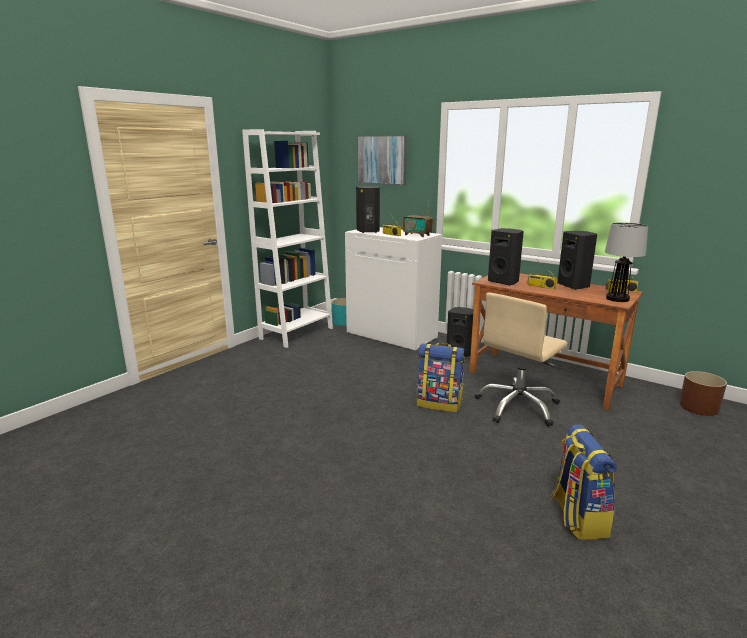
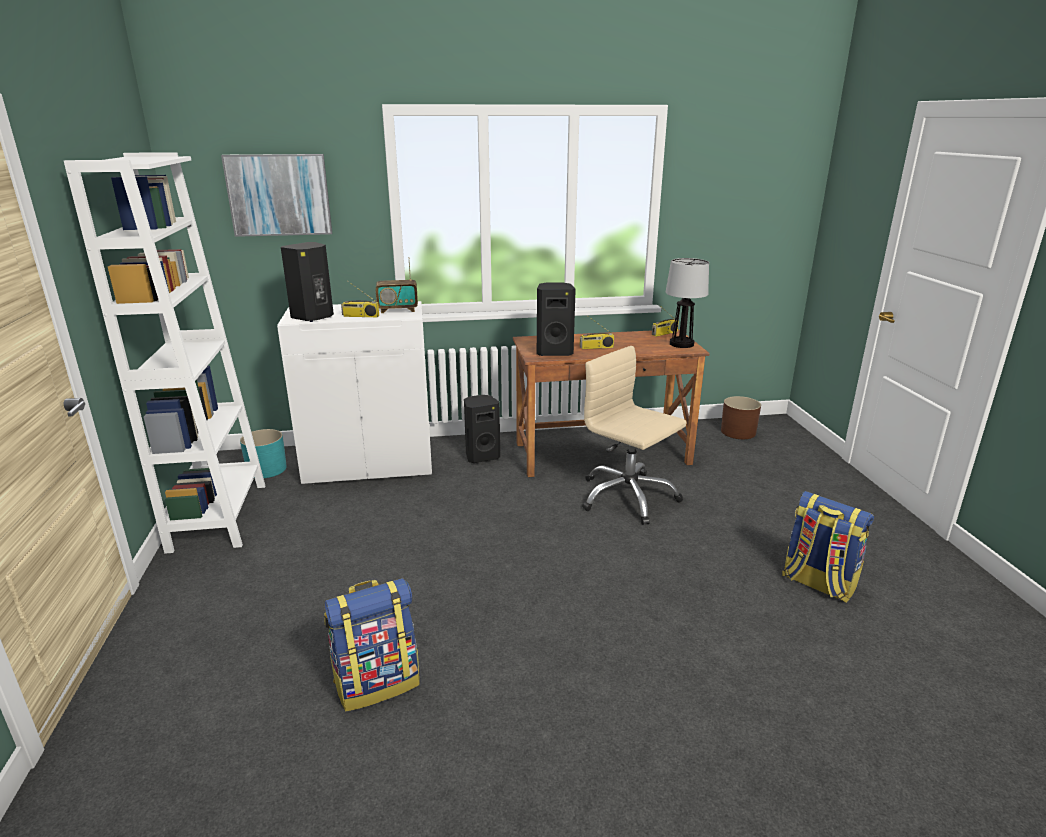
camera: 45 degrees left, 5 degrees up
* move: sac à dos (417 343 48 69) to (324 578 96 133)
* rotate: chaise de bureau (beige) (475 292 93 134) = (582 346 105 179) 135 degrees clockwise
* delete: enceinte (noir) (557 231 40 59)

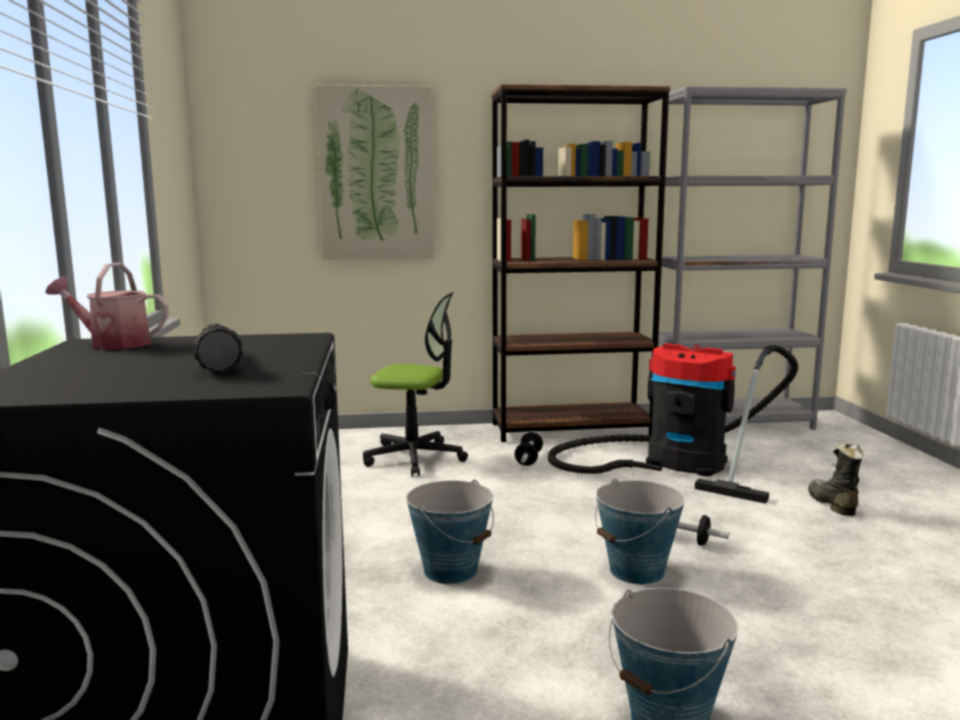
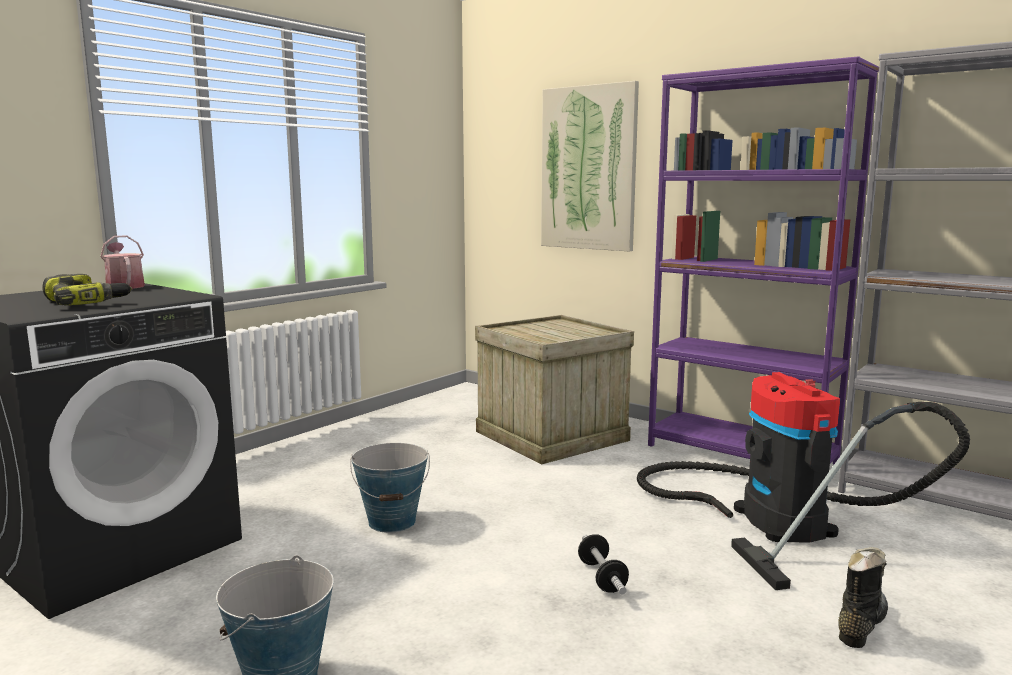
camera: 45 degrees right, 0 degrees up
* replace: lampe de poche (193 324 50 49) to perceuse (42 274 90 31)
* replace: chaise de bureau (363 292 105 184) to caisse (475 315 159 150)
* recolor: bibliothèque (marron) (491 84 179 358) to bibliothèque (violet) (648 56 231 408)
* delete: haltère (515 432 28 34)
* delete: seau (595 478 90 107)

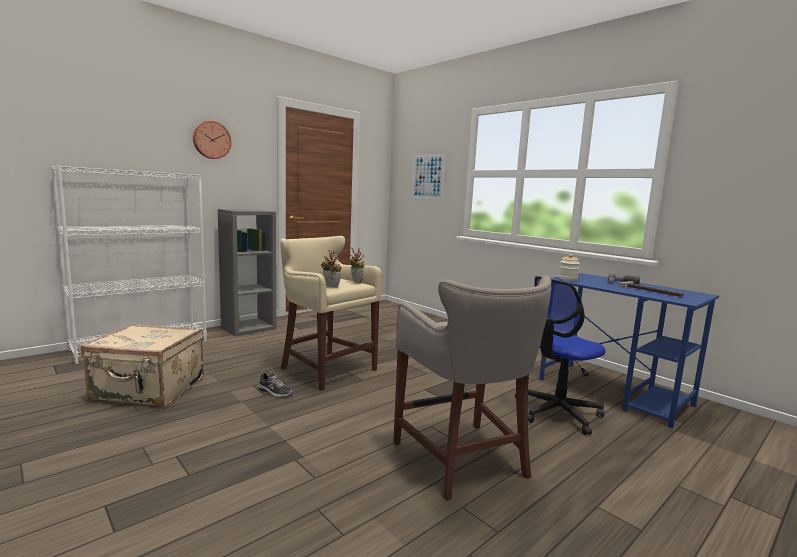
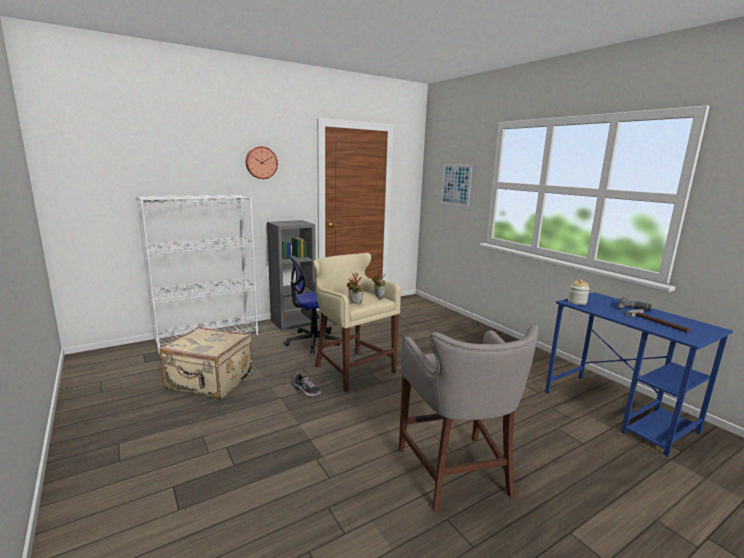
camera: 10 degrees right, 5 degrees up
* move: chaise de bureau (515 276 90 159) to (284 255 56 99)

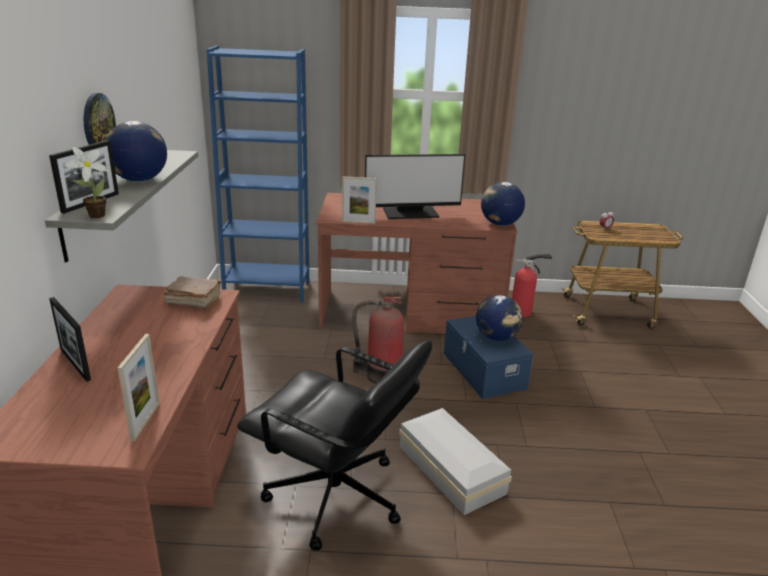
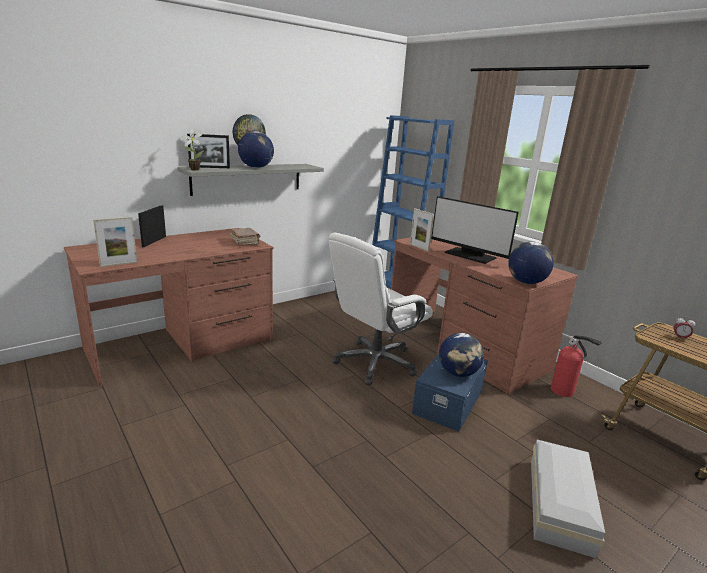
camera: 50 degrees right, 5 degrees down
* delete: chaise de bureau (noir) (237 340 195 211)
* replace: extincteur (352 297 52 87) to chaise de bureau (blanc) (329 232 104 153)
* move: boîte de rangement (blanc) (399 408 113 107) to (531 440 74 118)

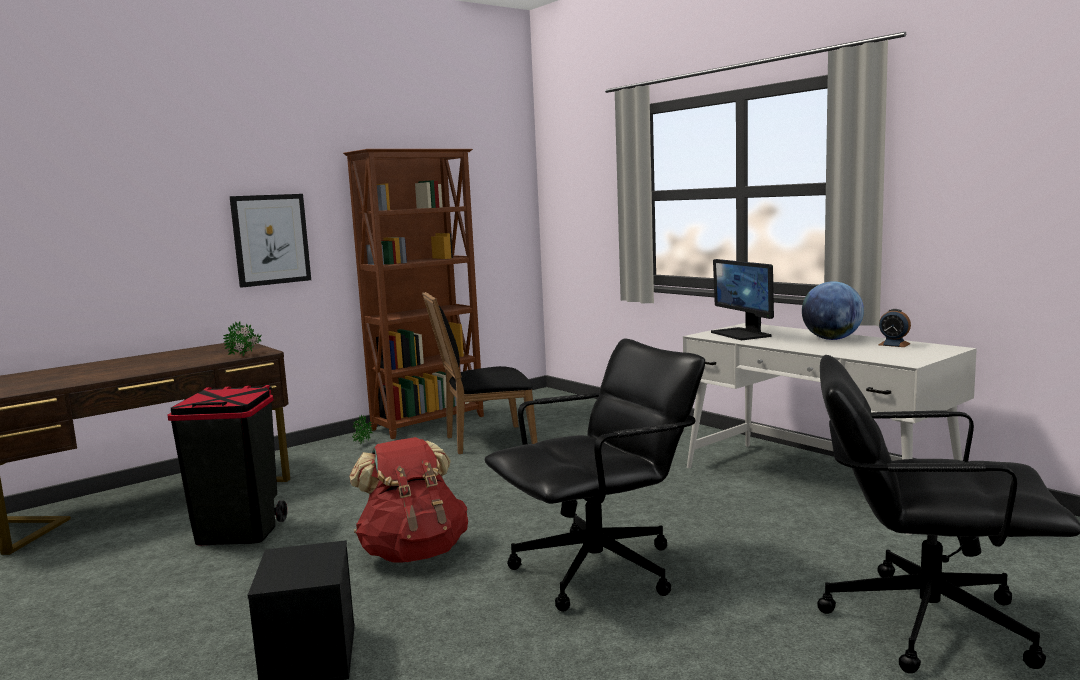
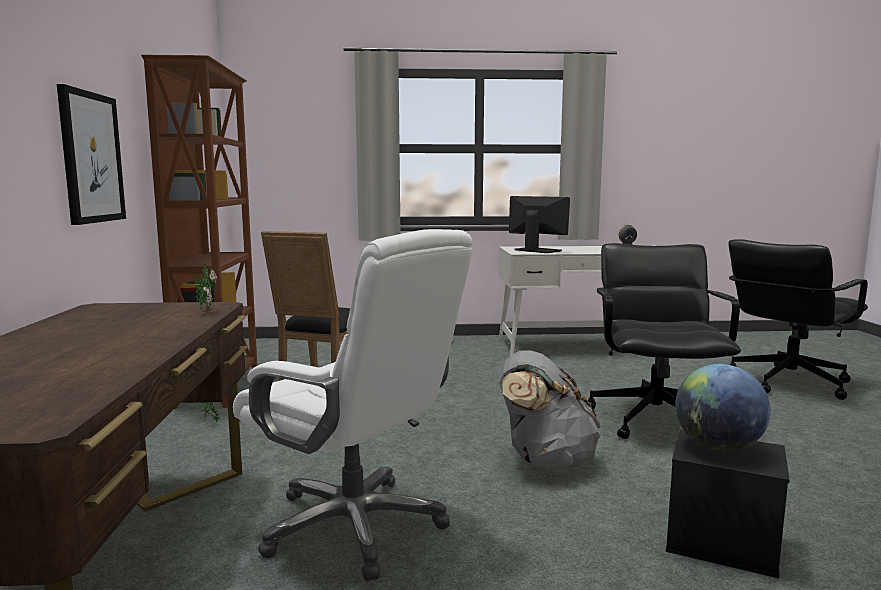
camera: 55 degrees left, 0 degrees up
* replace: poubelle (noir) (168 385 119 160) to chaise de bureau (blanc) (233 229 240 352)
* recolor: sac à dos (rouge) (349 437 119 125) to sac à dos (gris) (498 350 103 120)
* rotate: écran d'ordinateur (711 259 63 81) = (509 196 61 57) 150 degrees counterclockwise
* move: globe (802 281 62 59) to (675 364 96 88)

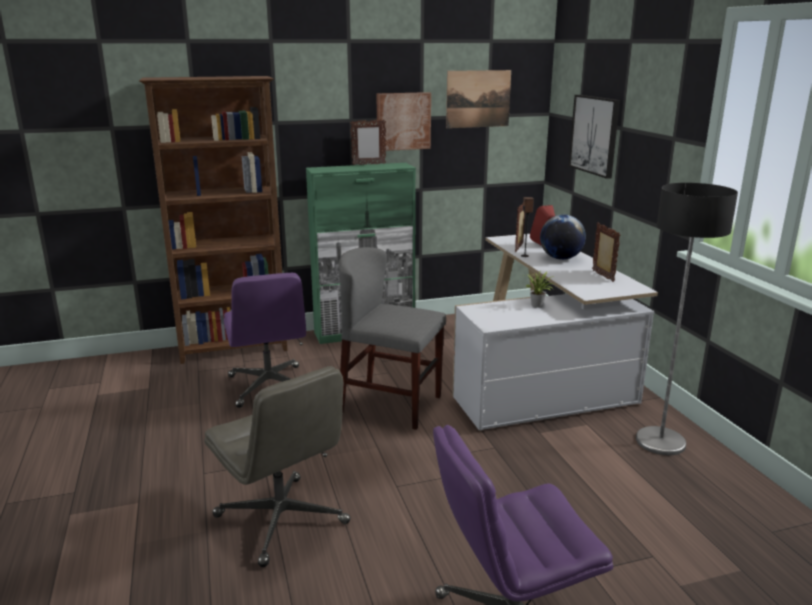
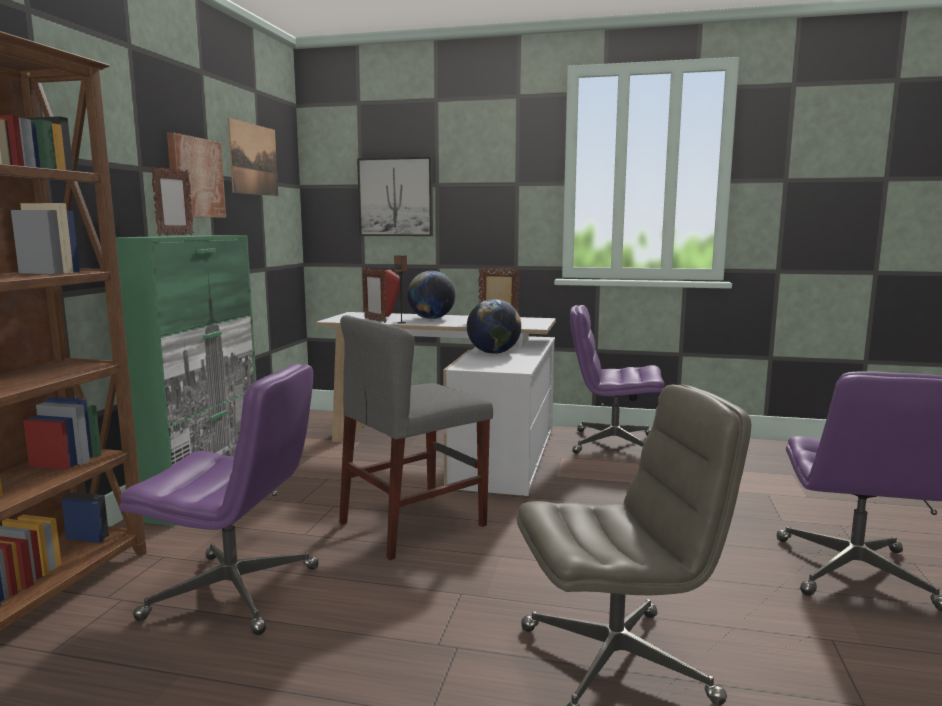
camera: 60 degrees left, 10 degrees down
* replace: plante en pot (525 271 29 37) to globe (467 299 54 55)
* replace: lampadaire (636 183 102 272) to chaise de bureau (violet) (570 305 94 149)

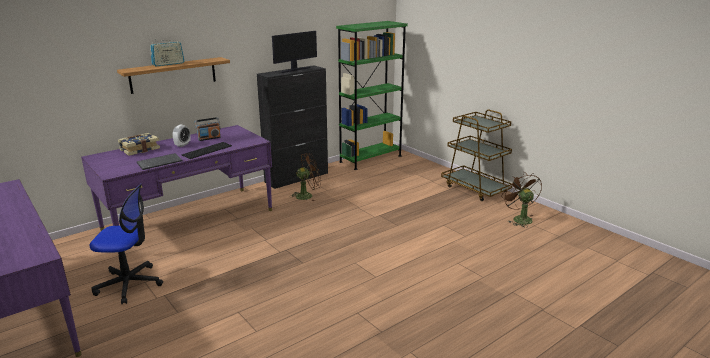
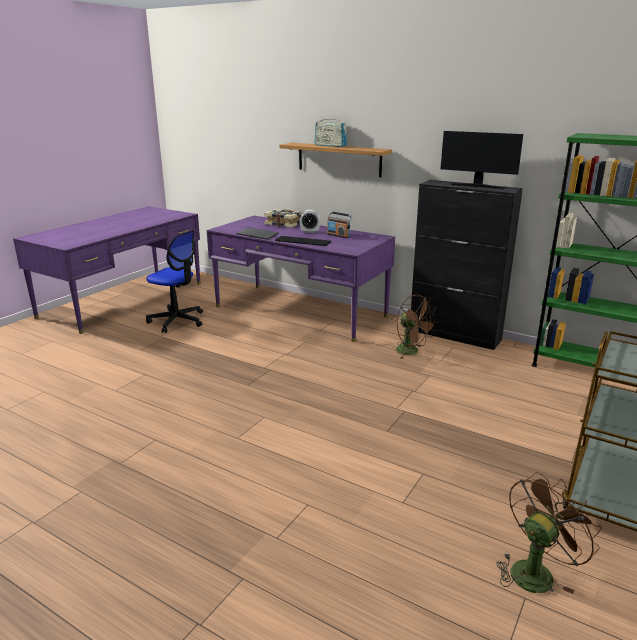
camera: 70 degrees right, 0 degrees up
* rotate: chaise de bureau (90 184 73 120) = (146 230 57 103) 45 degrees counterclockwise

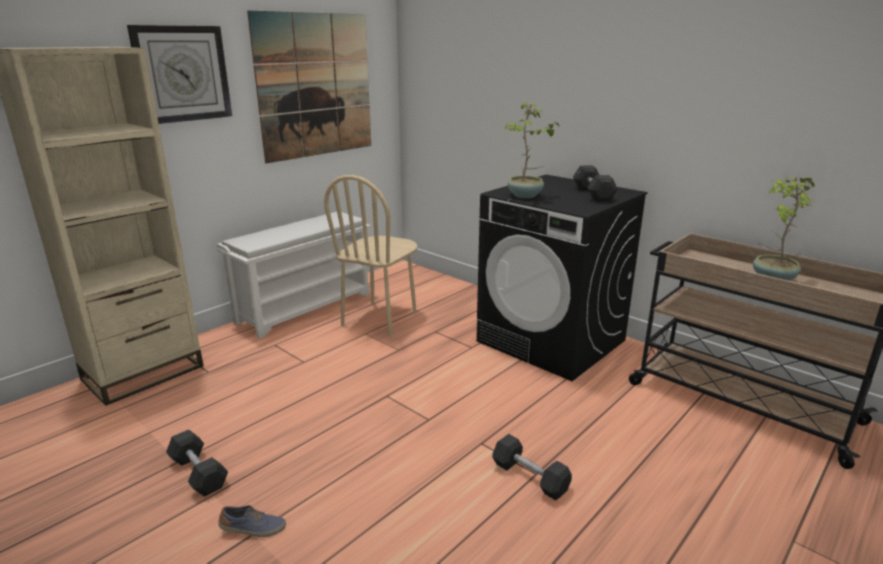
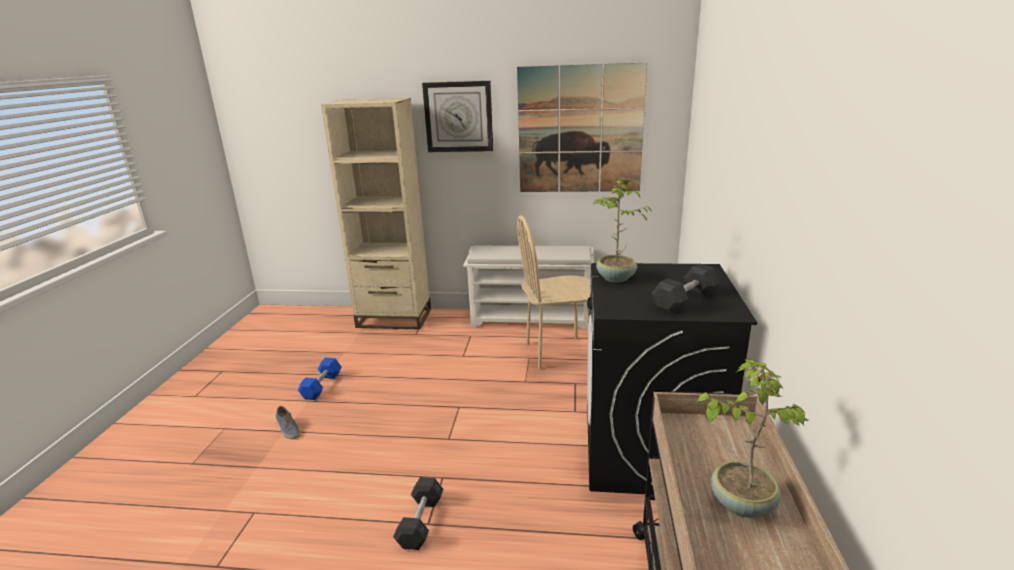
camera: 55 degrees right, 0 degrees up
* recolor: haltère (gris) (166 430 62 67) to haltère (bleu) (298 357 43 43)

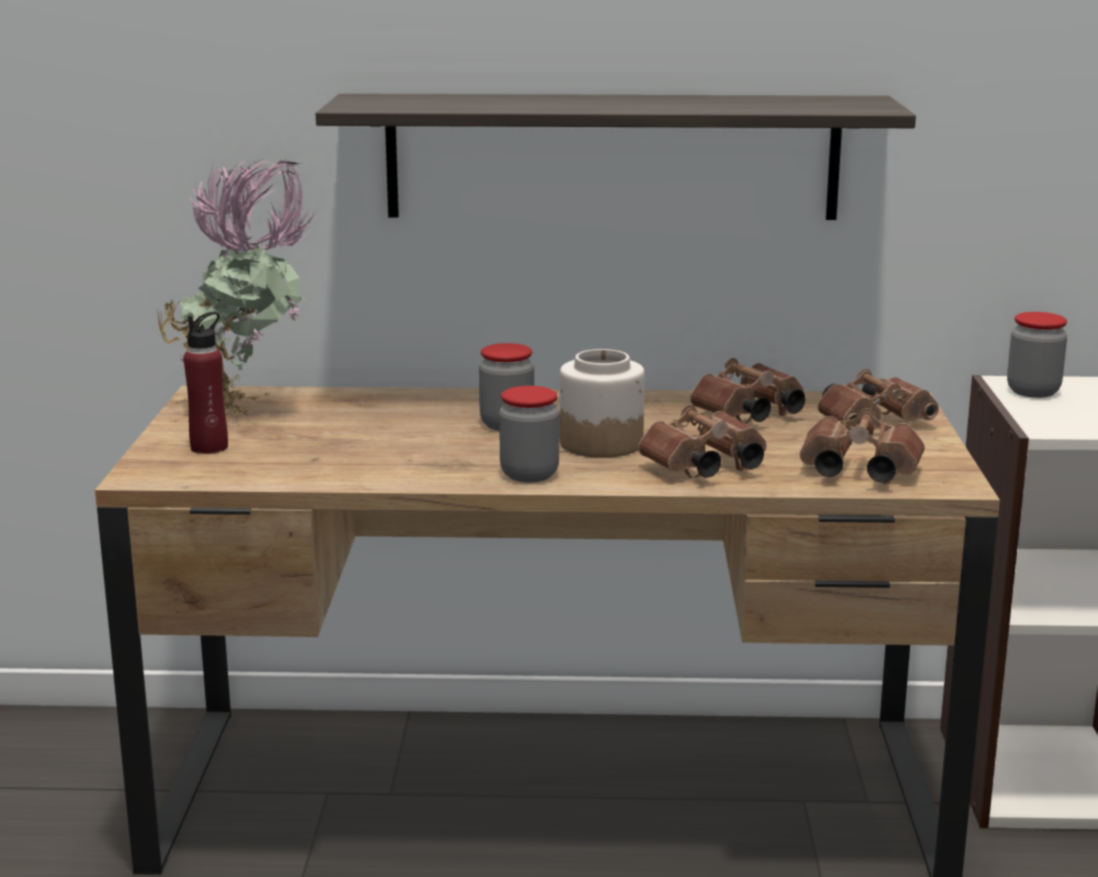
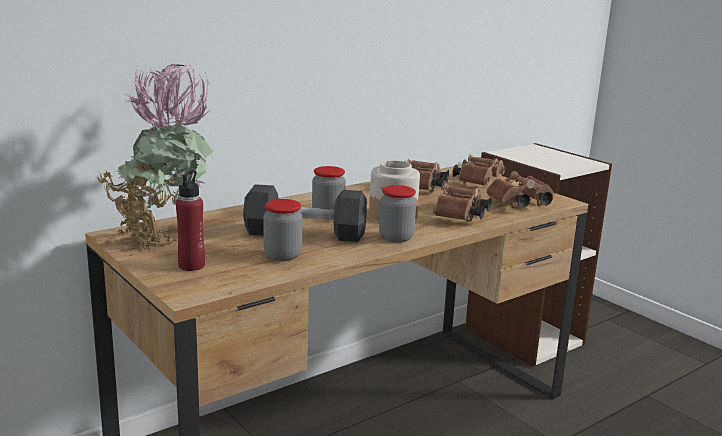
camera: 40 degrees left, 0 degrees up
* delete: étagère (316 94 600 126)
* move: bocal (1007 312 60 86) to (264 199 39 62)
* insert: haltère (noir) (243 184 124 58)

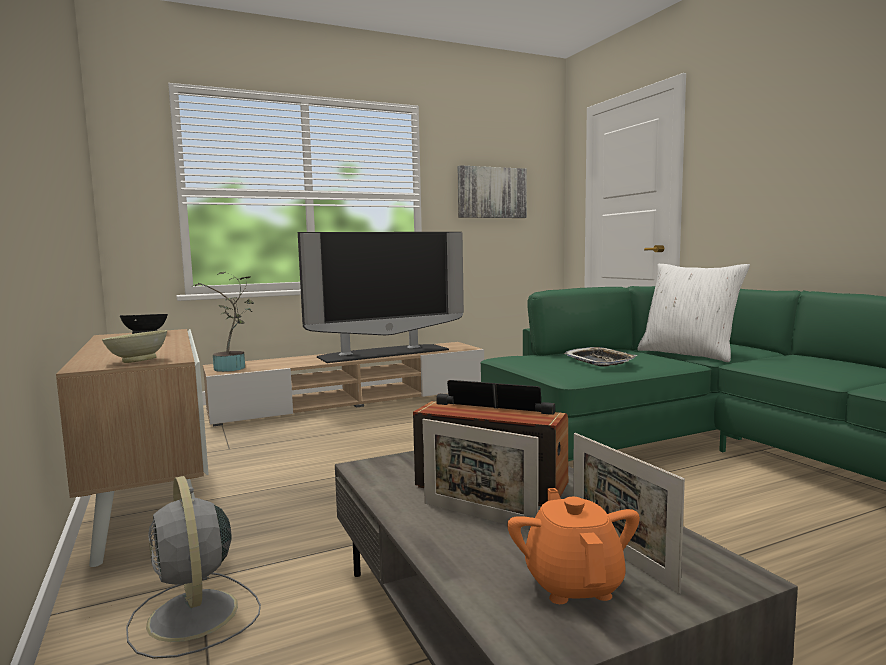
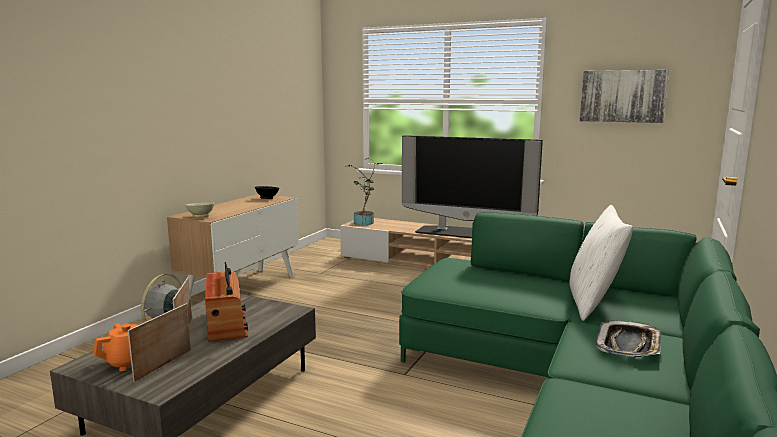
camera: 50 degrees right, 5 degrees up
* move: plateau (564 347 73 20) to (595 320 66 37)

